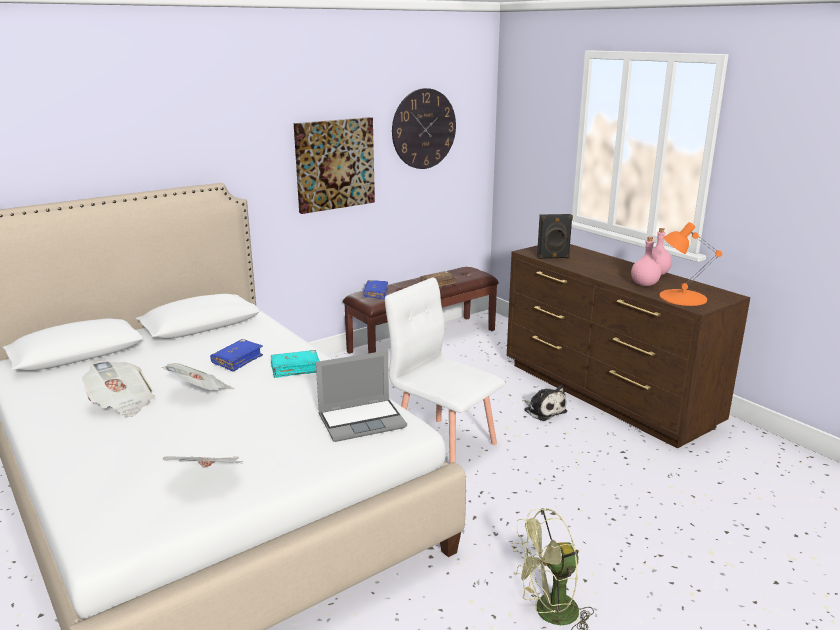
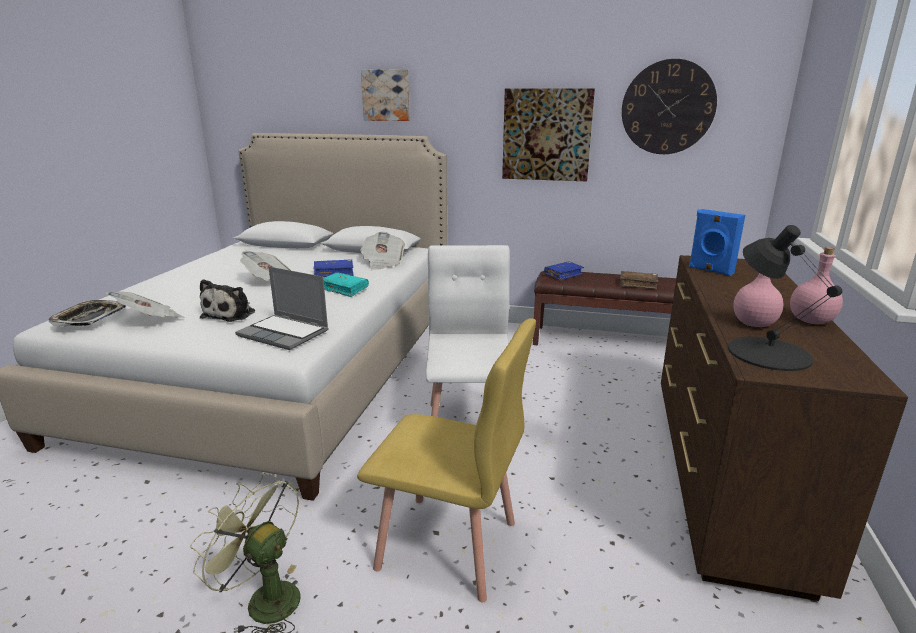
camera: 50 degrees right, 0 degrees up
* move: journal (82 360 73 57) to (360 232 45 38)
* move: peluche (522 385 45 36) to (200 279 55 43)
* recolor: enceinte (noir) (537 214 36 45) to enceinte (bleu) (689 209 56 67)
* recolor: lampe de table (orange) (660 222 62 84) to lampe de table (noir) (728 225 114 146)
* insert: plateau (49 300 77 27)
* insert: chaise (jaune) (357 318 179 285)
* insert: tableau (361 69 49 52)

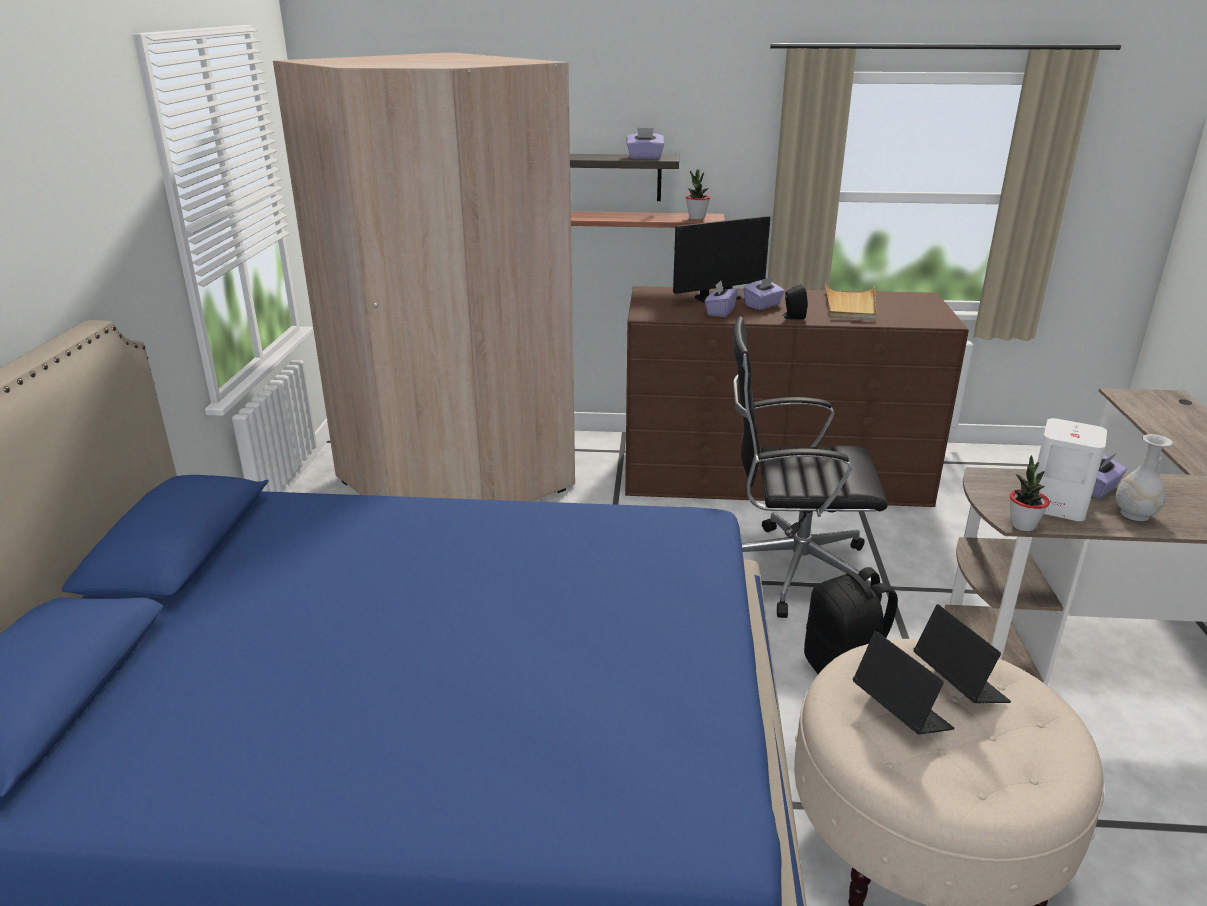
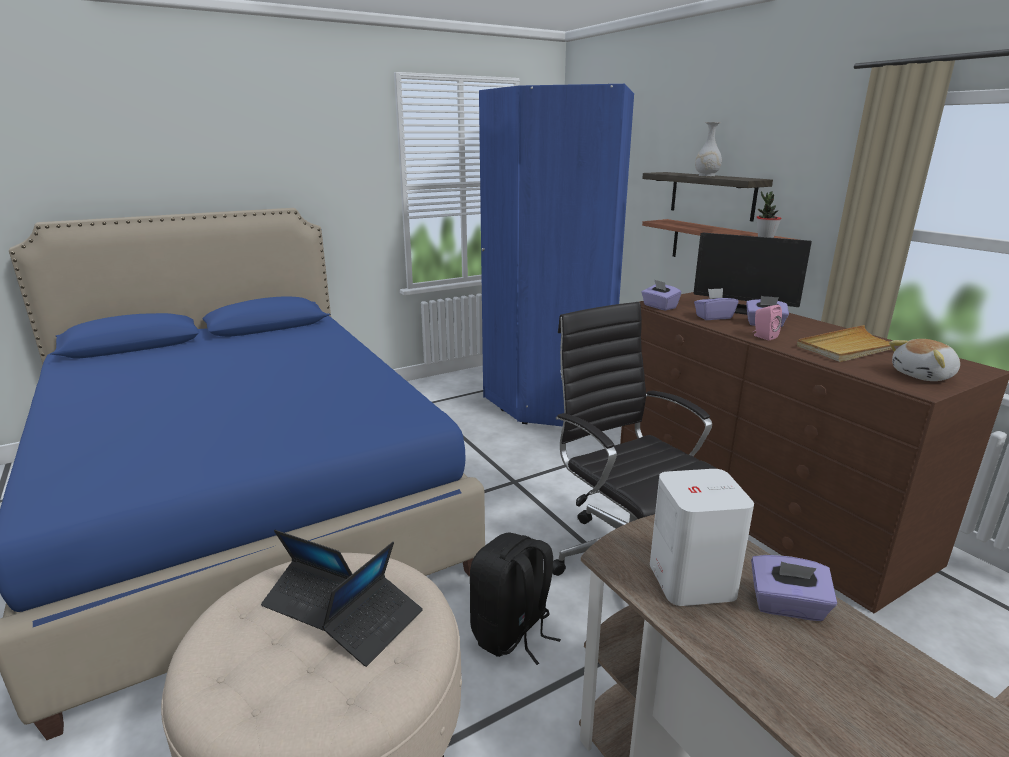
camera: 55 degrees right, 5 degrees down
* recolor: armoire (beige) (273 52 302 449) to armoire (bleu) (479 84 155 343)
* move: boîte à mouchoirs (violet) (626 127 38 32) to (641 279 41 32)
* recolor: enceinte (noir) (782 284 26 35) to enceinte (rose) (752 305 30 35)
* rotate: ordinateur portable (853 631 101 103) = (261 530 91 101) 90 degrees clockwise
* delete: plante en pot (1010 455 40 76)
* move: vase (blanc) (1115 434 58 87) to (695 122 27 54)
* insert: peluche (889 339 71 42)

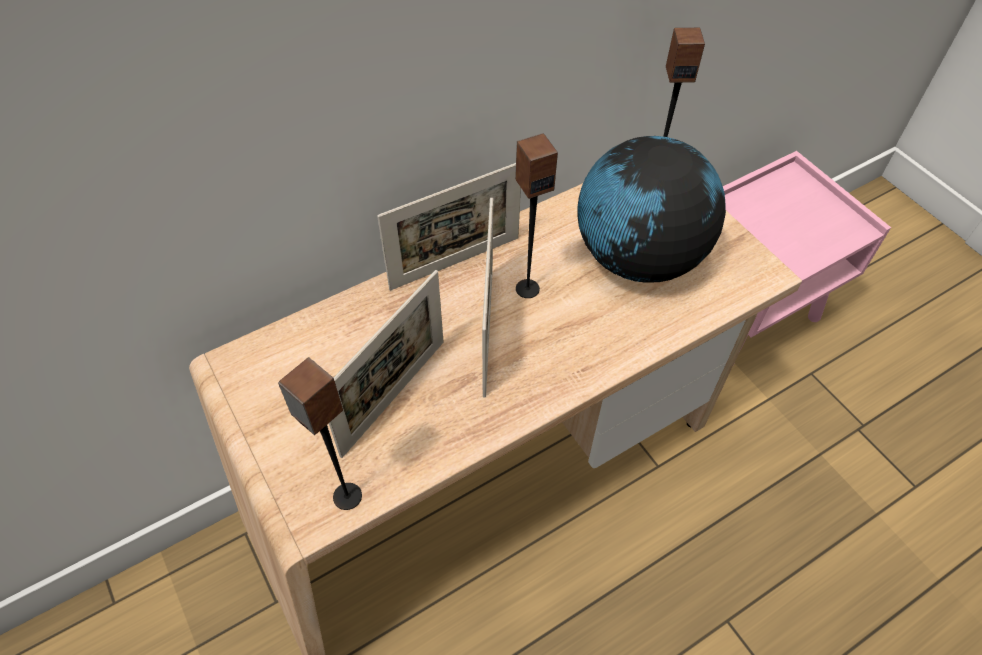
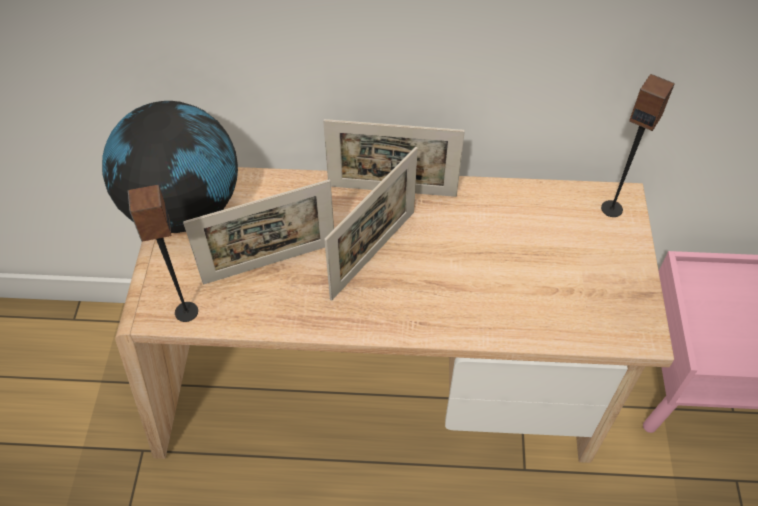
camera: 35 degrees right, 0 degrees up
* delete: enceinte (515 133 43 165)
* move: globe (578 136 148 147) to (102 101 136 132)

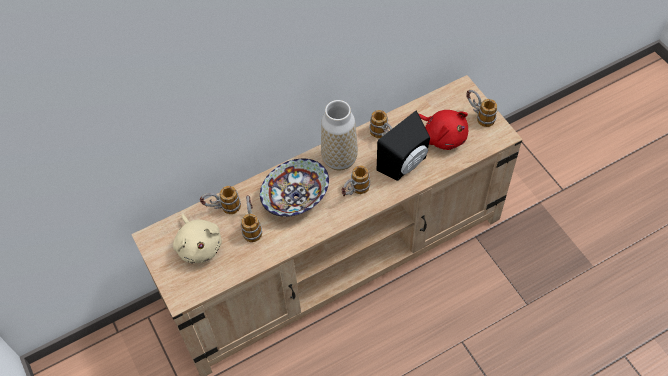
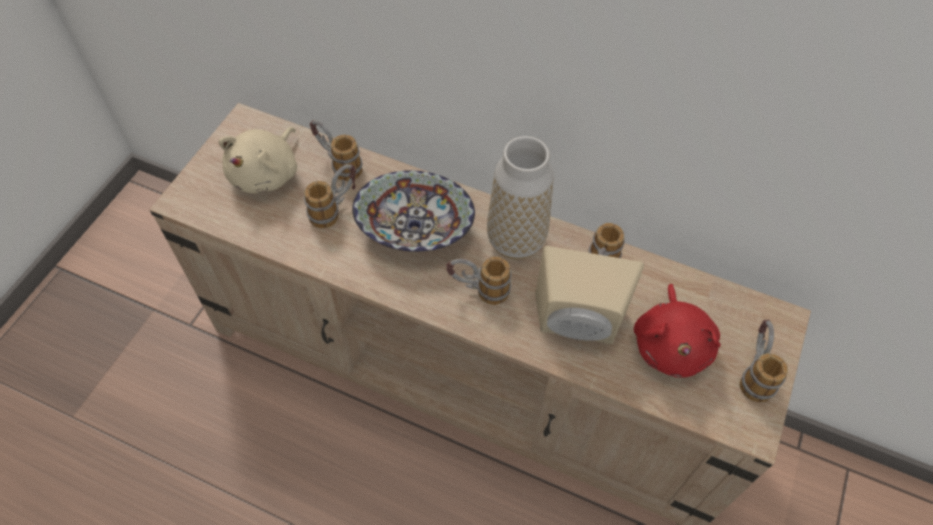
camera: 50 degrees right, 0 degrees up
* recolor: enceinte (noir) (377 111 53 70) to enceinte (beige) (535 246 110 98)

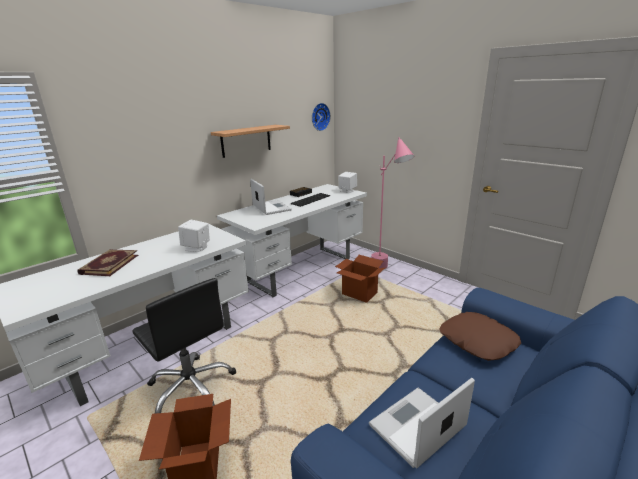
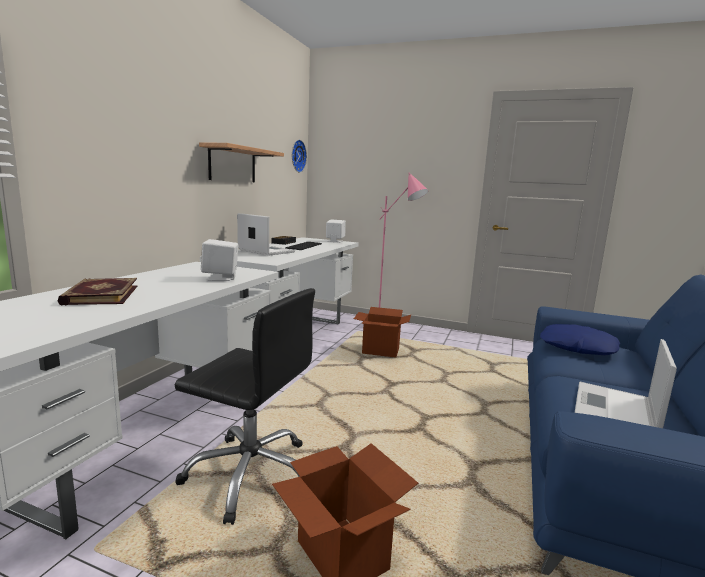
camera: 25 degrees left, 10 degrees down
* recolor: coussin (marron) (440 312 81 49) to coussin (bleu) (540 324 80 31)

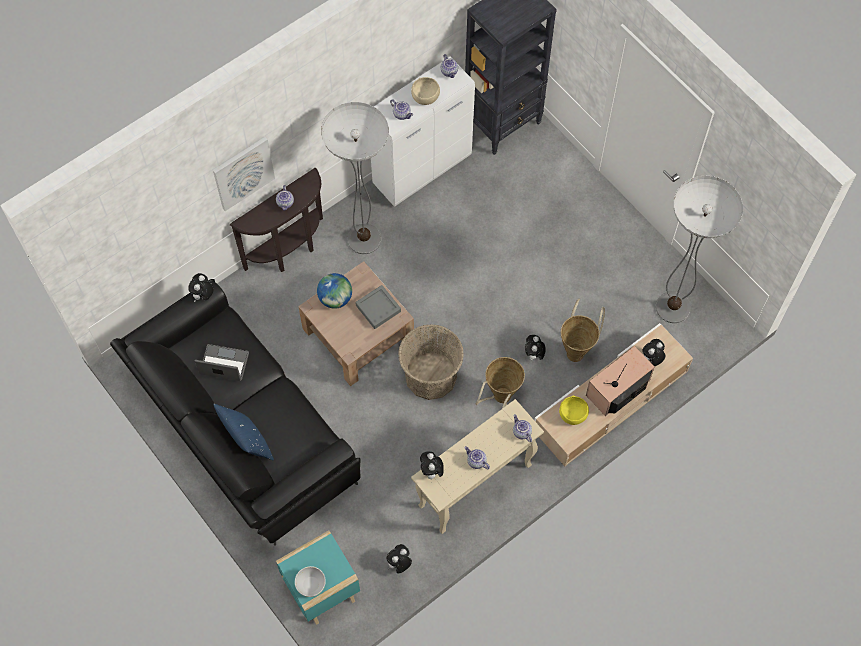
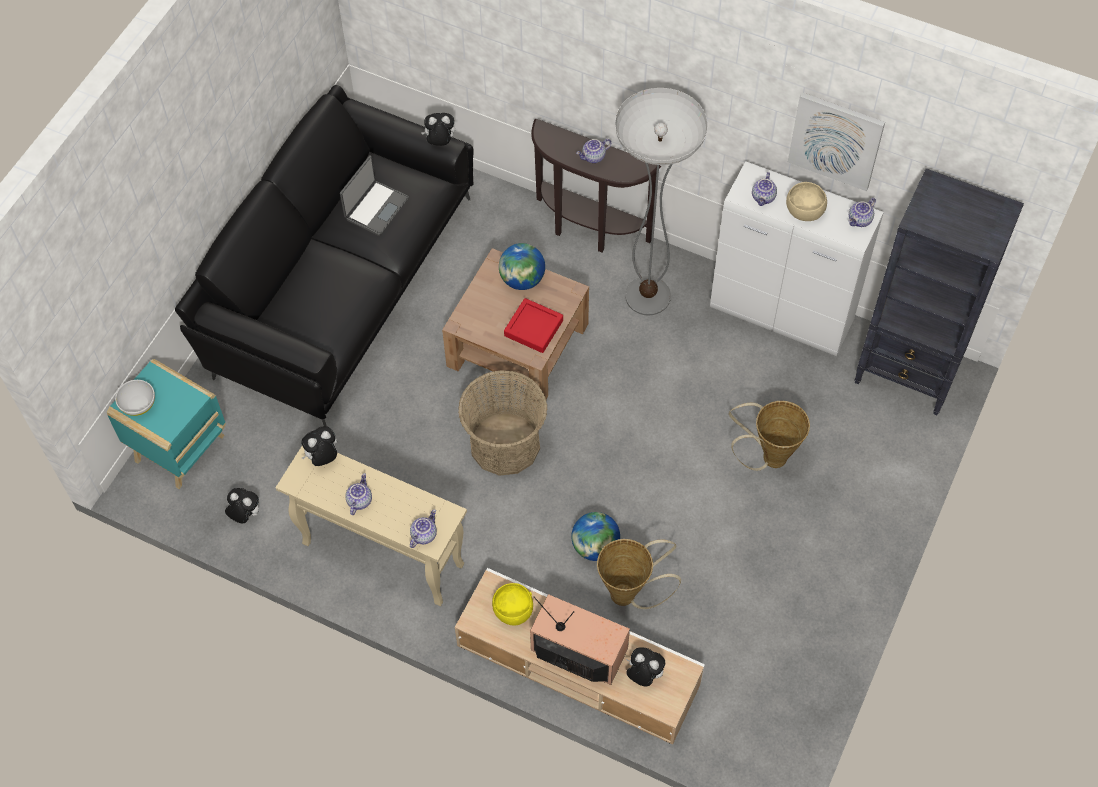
camera: 65 degrees right, 5 degrees down
* rotate: ordinateur portable (195 344 54 37) = (340 155 69 81) 45 degrees clockwise
* move: tableau (213 137 62 74) to (788 92 97 99)
* delete: coussin (bleu) (213 404 61 56)
* recolor: plateau (gris) (355 285 46 44) to plateau (rouge) (504 298 59 55)
* move: panier (475 357 50 52) to (729 401 81 70)
* replace: peluche (525 335 21 25) to globe (571 512 49 49)
* delete: lampadaire (656 176 87 147)

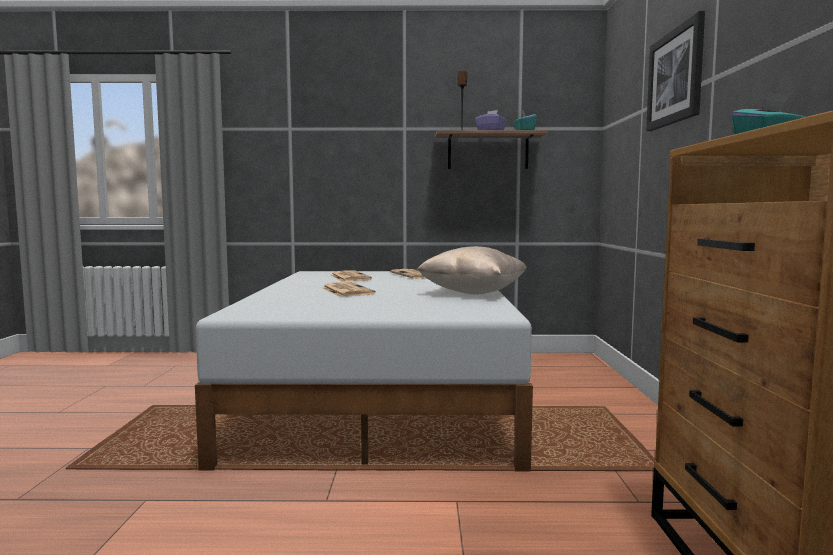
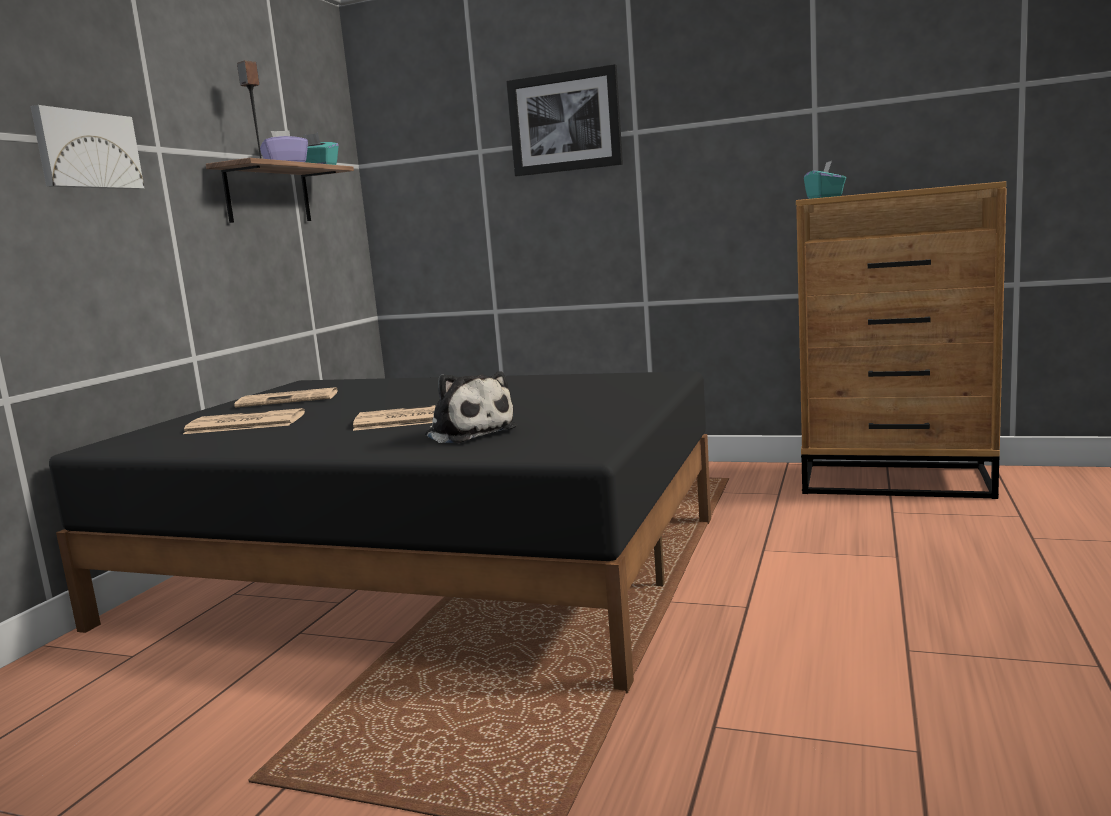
camera: 70 degrees left, 5 degrees up
* recolor: lit (blanc) (195 271 338 201) to lit (noir) (49 371 662 322)
* delete: coussin (beige) (416 246 111 48)
* insert: tableau (31 105 113 84)
* insert: peluche (425 371 92 72)

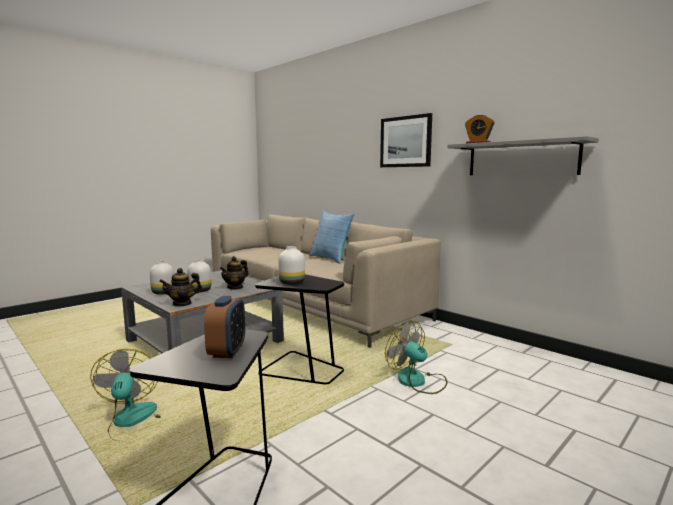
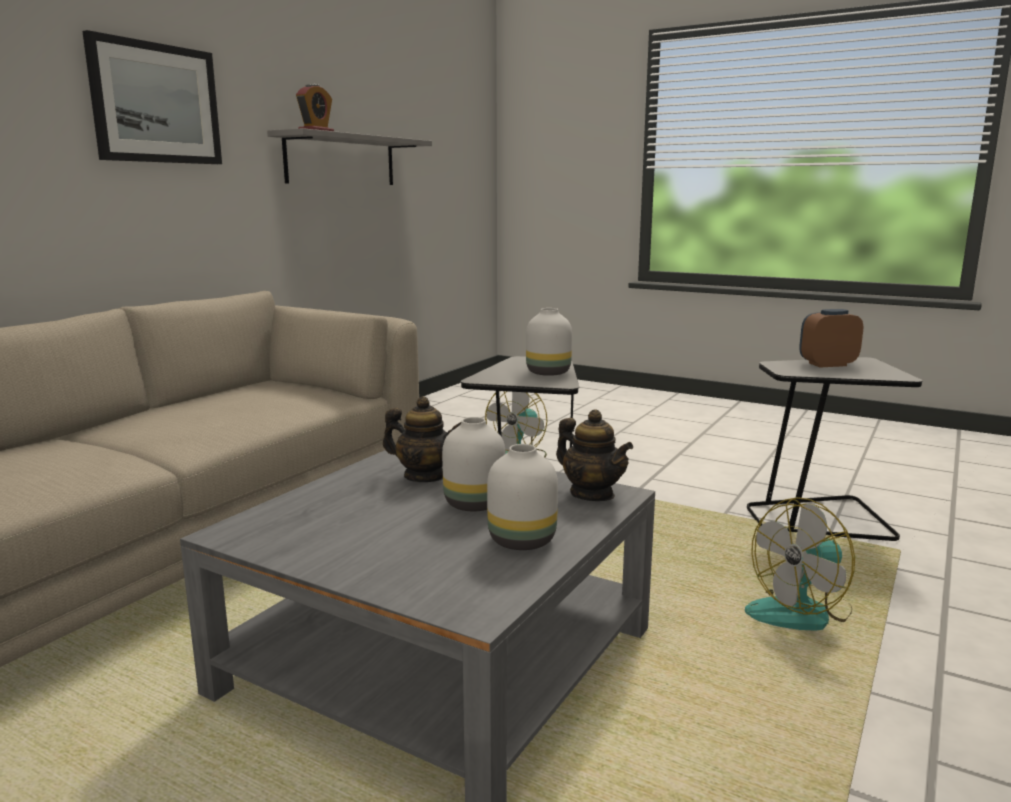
camera: 105 degrees left, 5 degrees up
* delete: coussin (309 210 45 54)

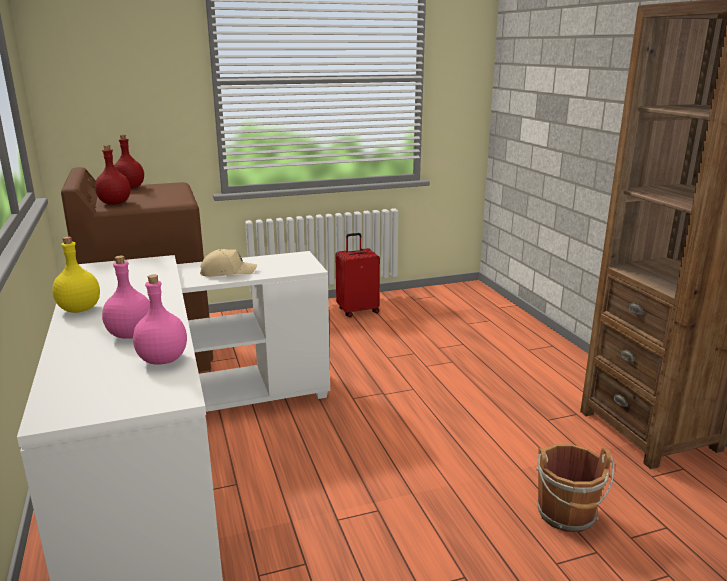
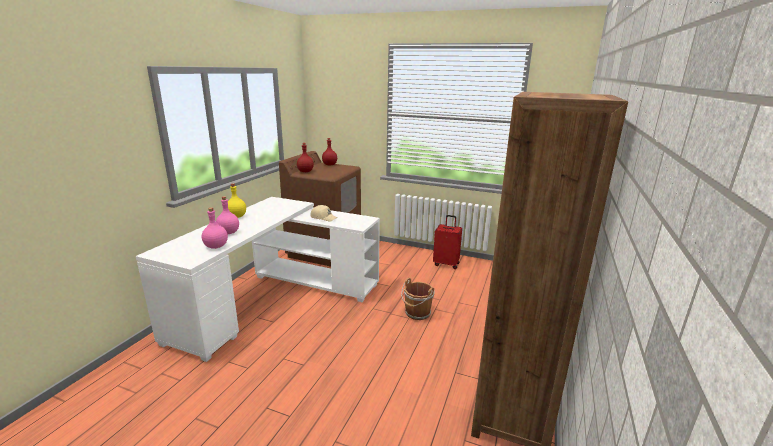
camera: 40 degrees right, 0 degrees up
* move: seau (marron) (536 444 78 88) to (401 278 34 42)

